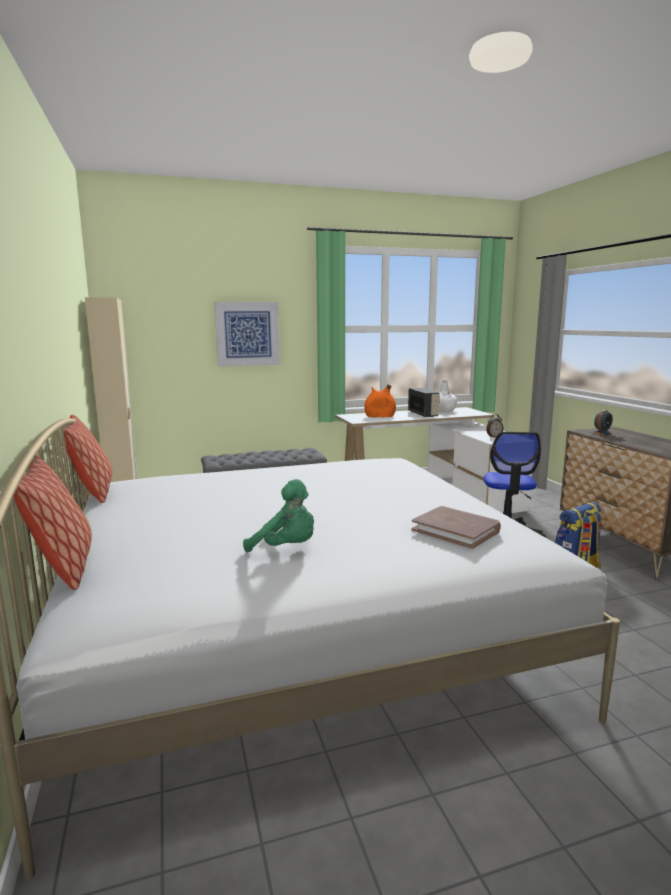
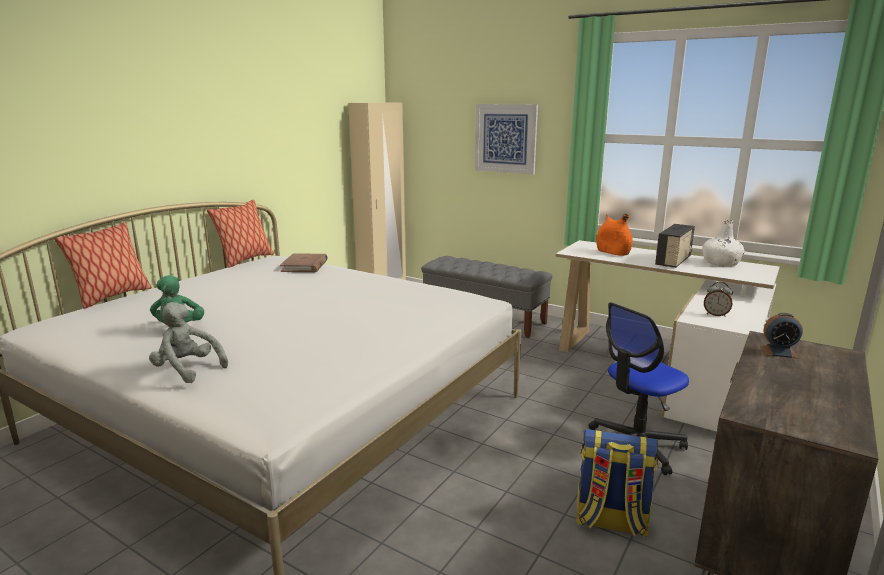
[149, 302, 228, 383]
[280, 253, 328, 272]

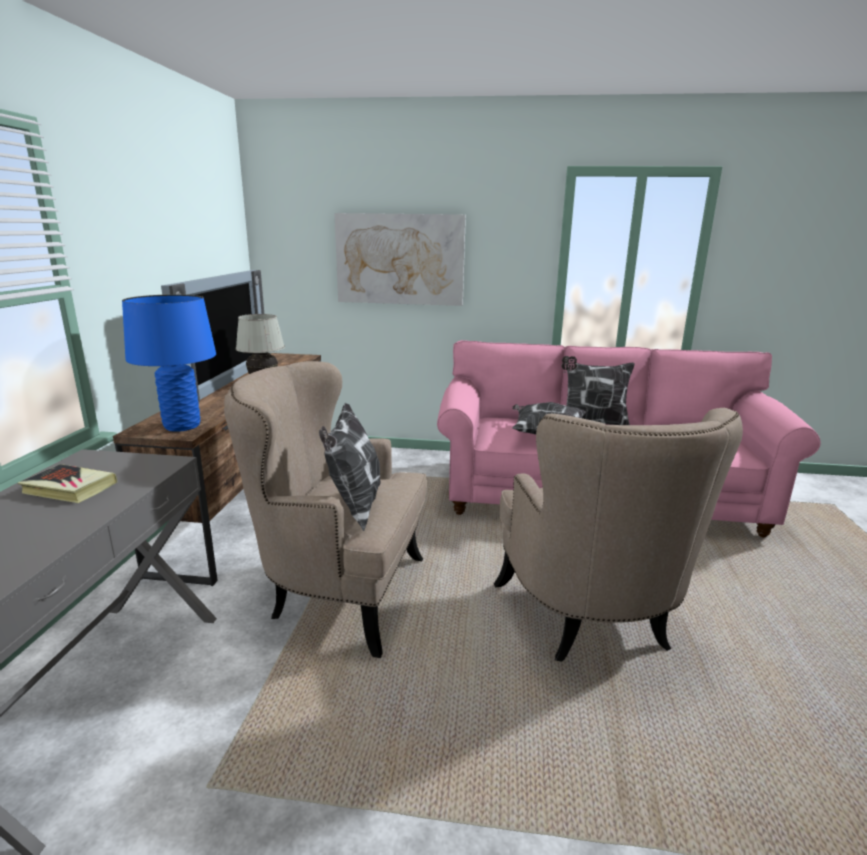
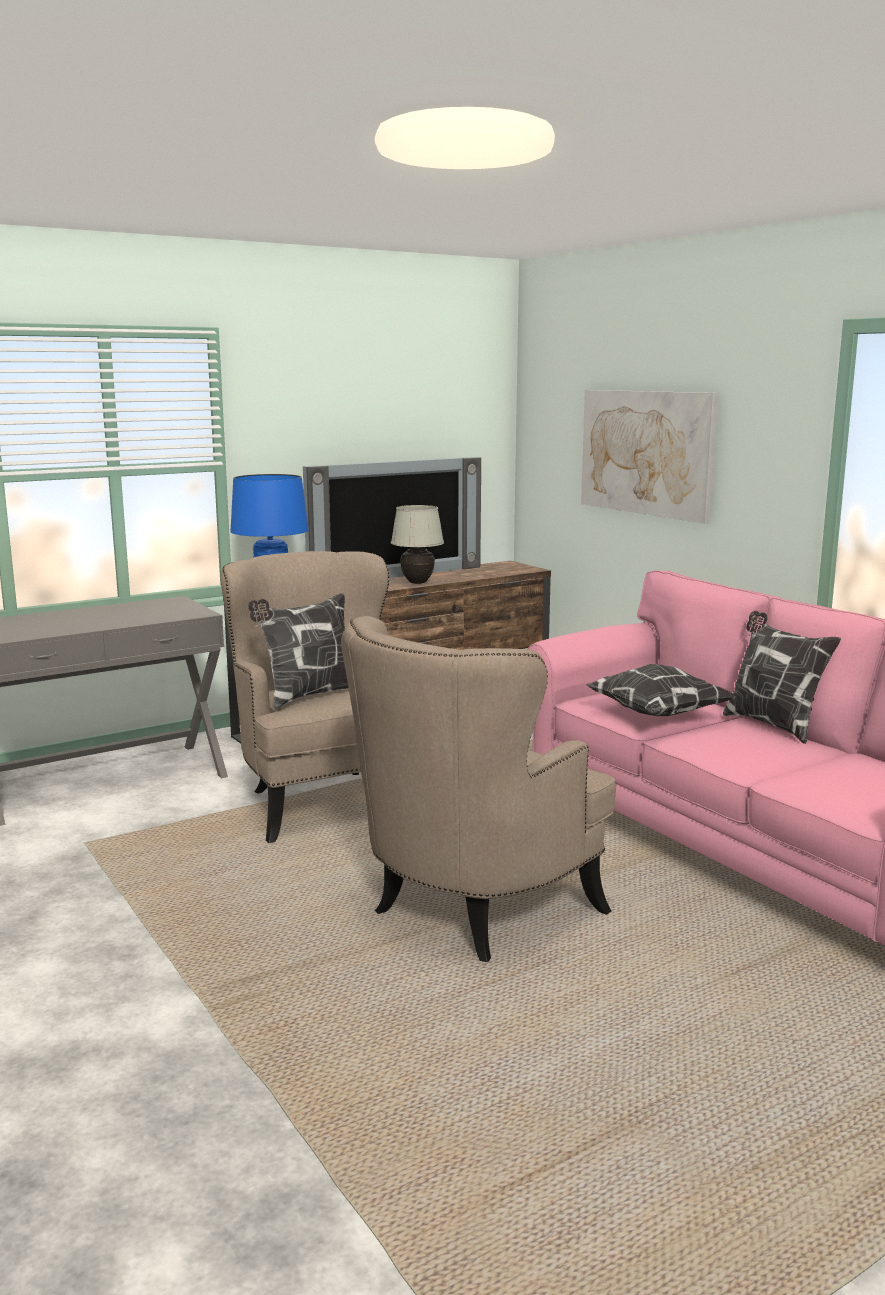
[18, 464, 118, 503] (first image)

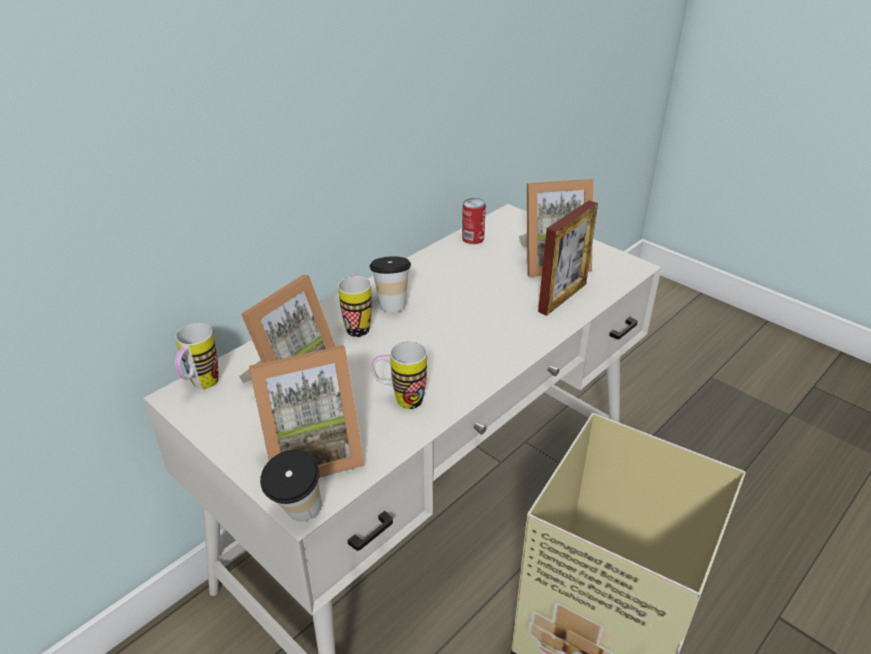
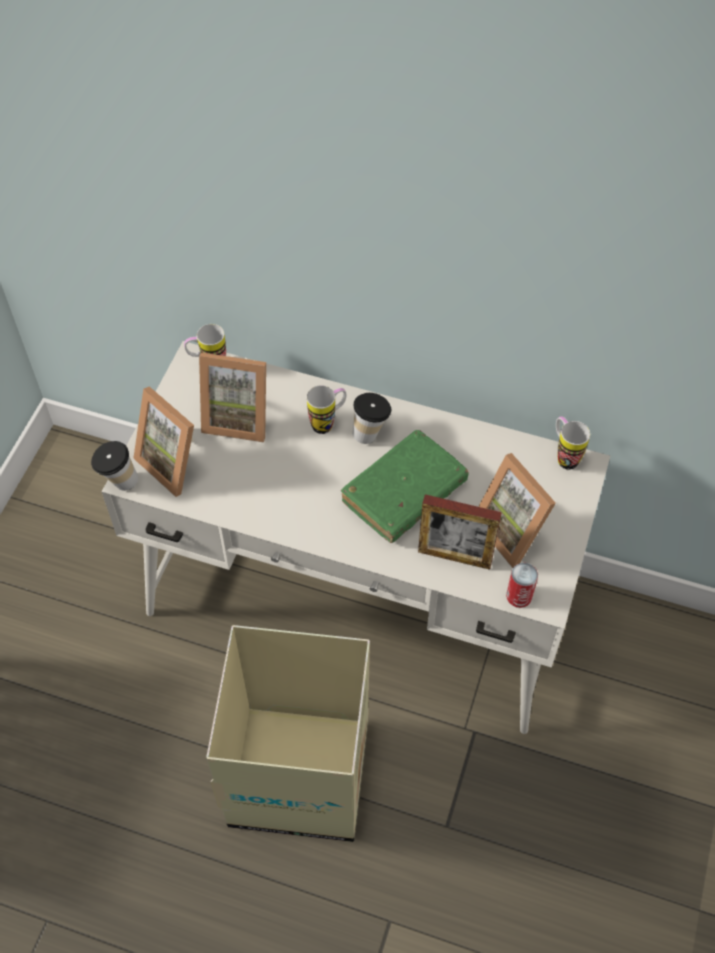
[341, 430, 469, 543]
[506, 562, 538, 608]
[556, 416, 590, 470]

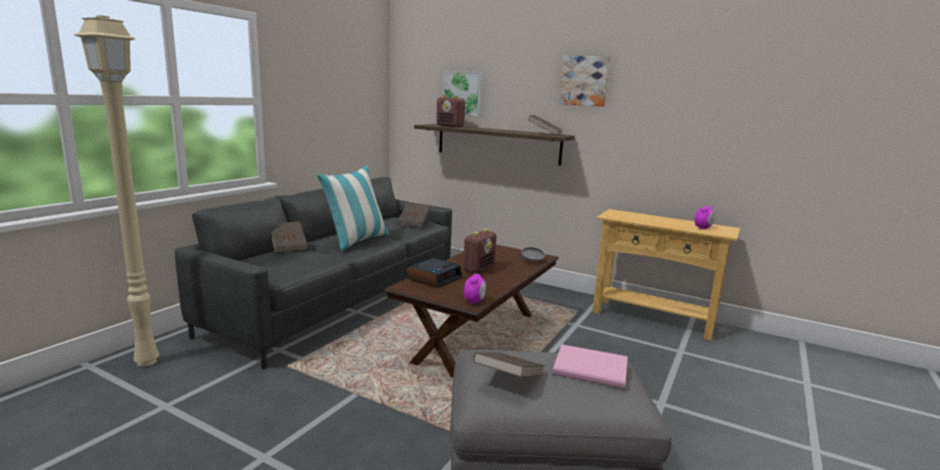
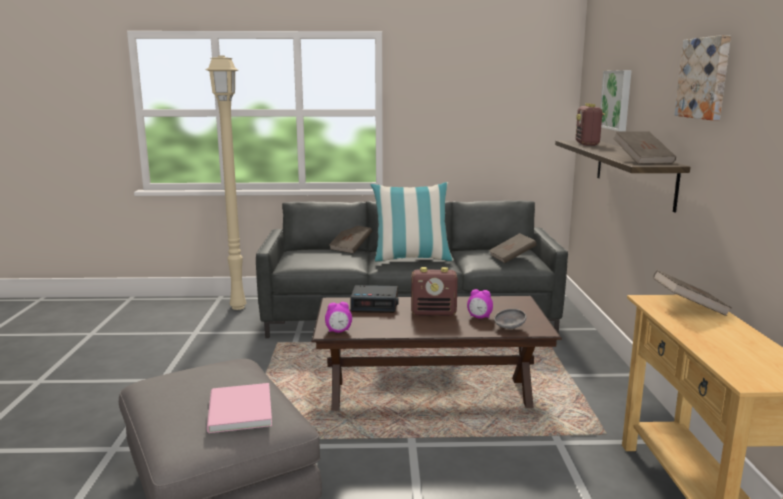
[467, 289, 493, 318]
[653, 270, 732, 316]

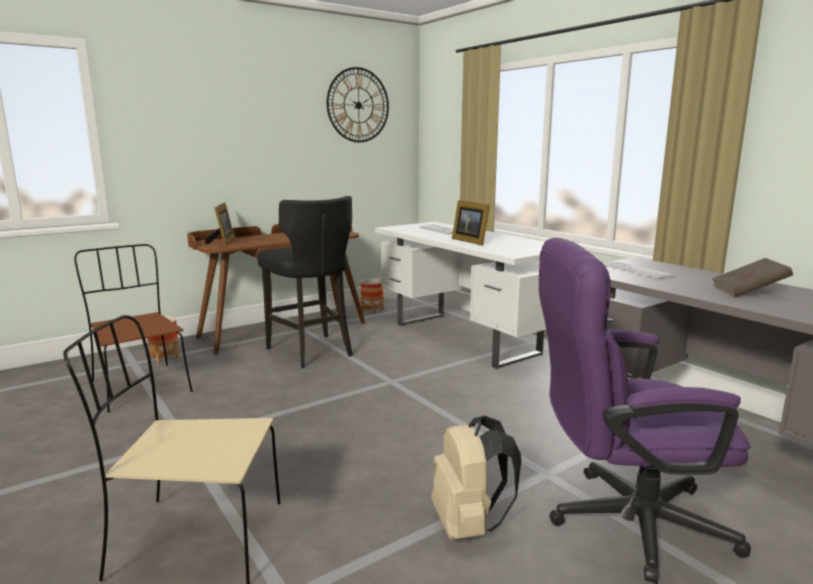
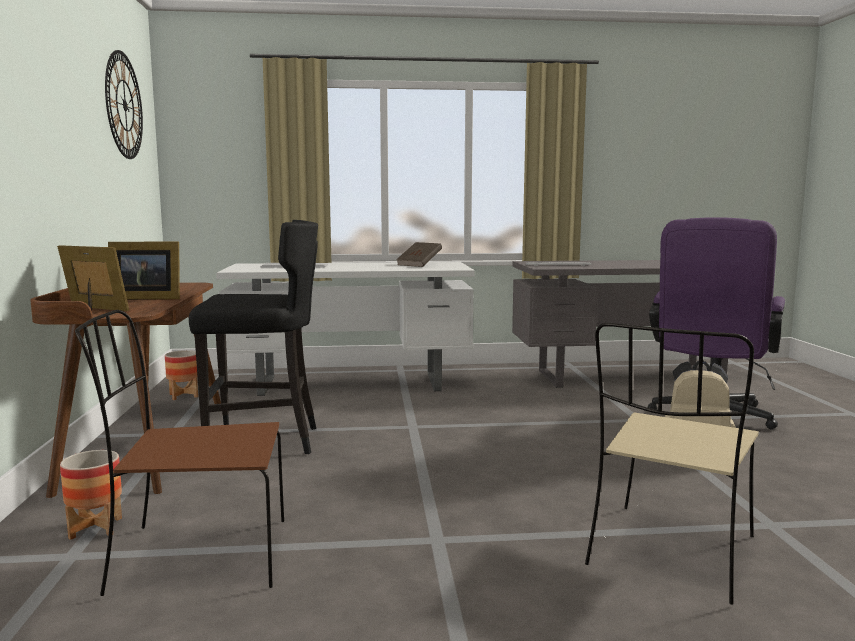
[108, 242, 180, 300]
[396, 242, 442, 267]

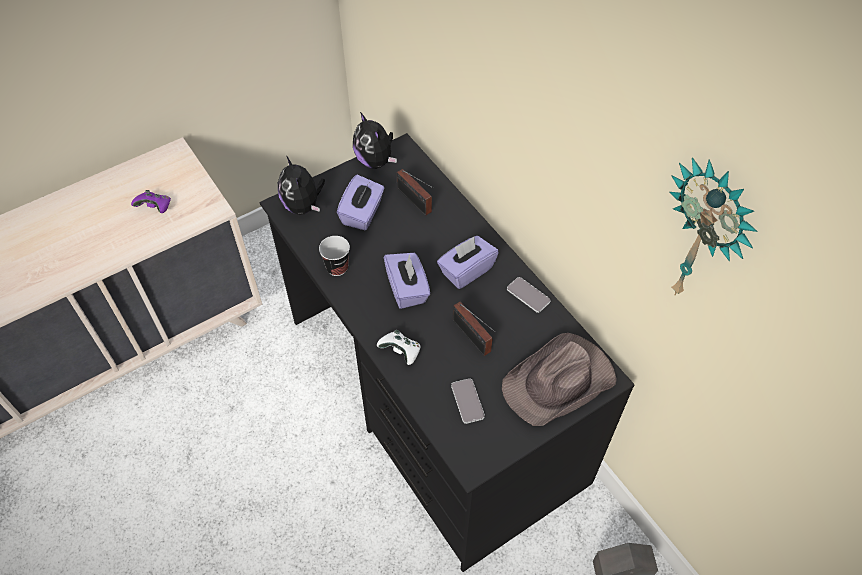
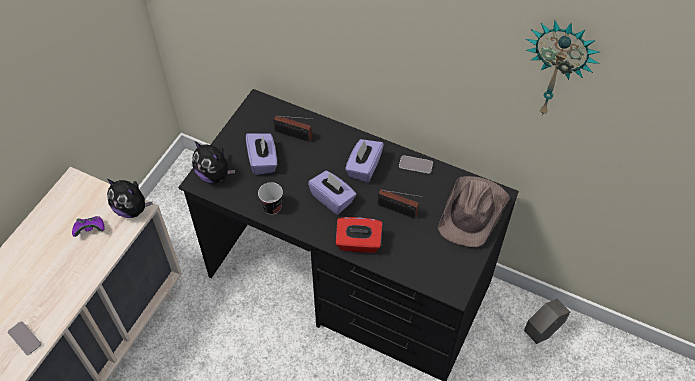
[7, 321, 42, 355]
[107, 179, 153, 218]
[336, 217, 382, 253]

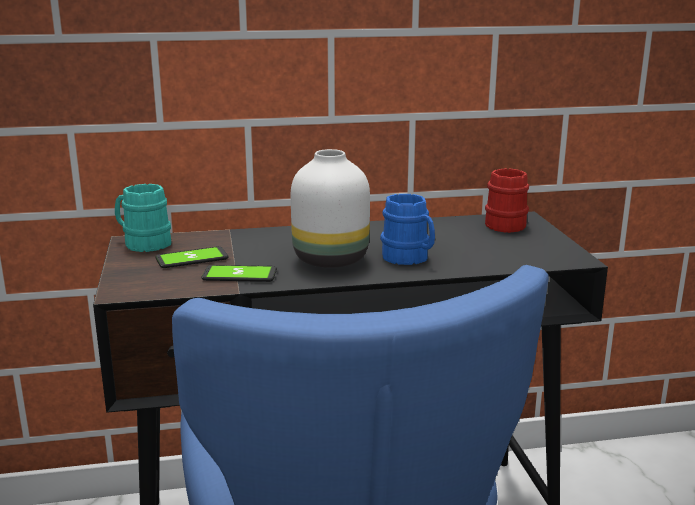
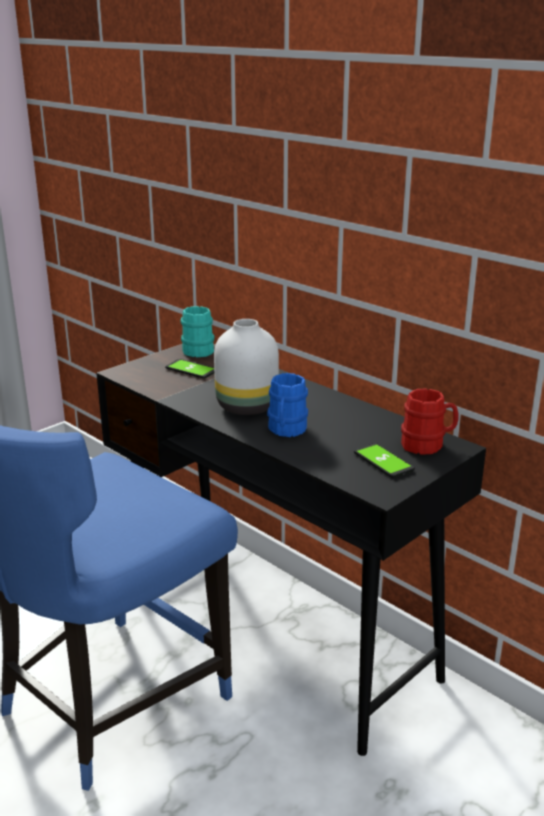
[354, 443, 415, 478]

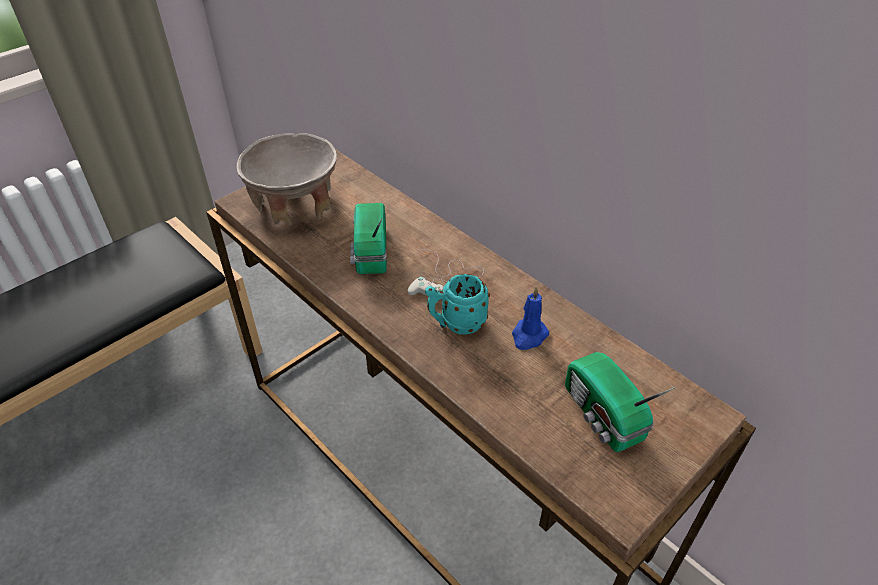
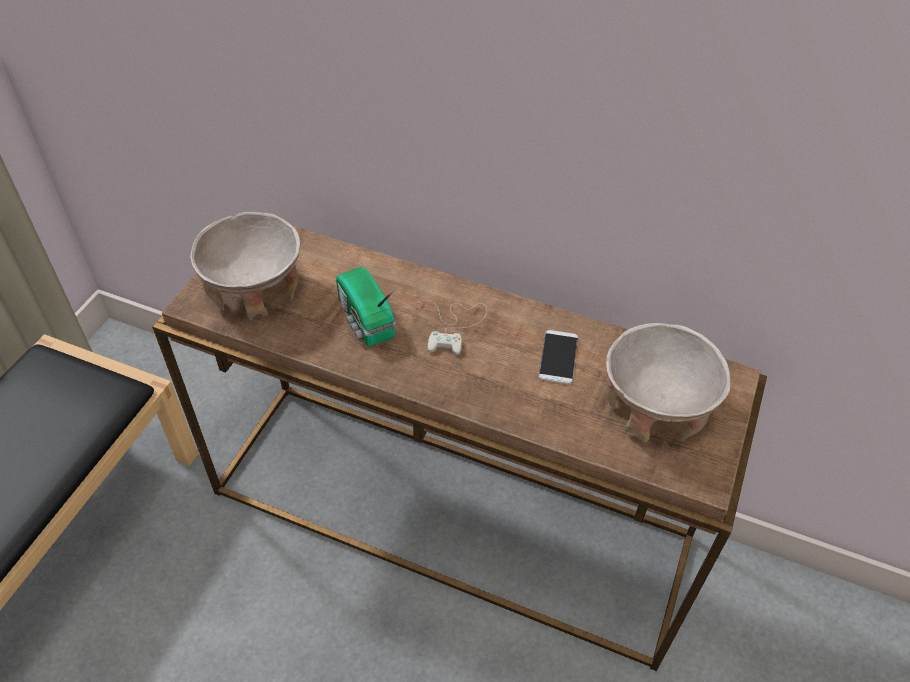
[539, 330, 578, 384]
[606, 323, 731, 443]
[425, 274, 490, 335] (first image)

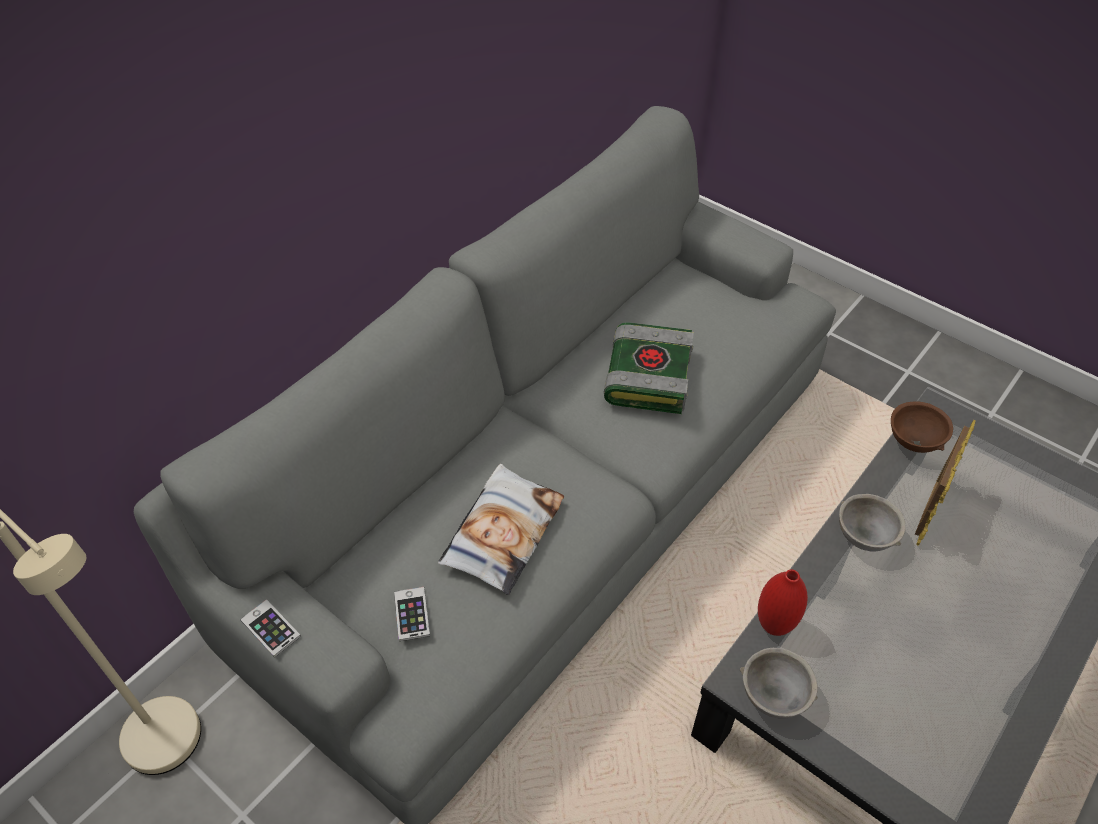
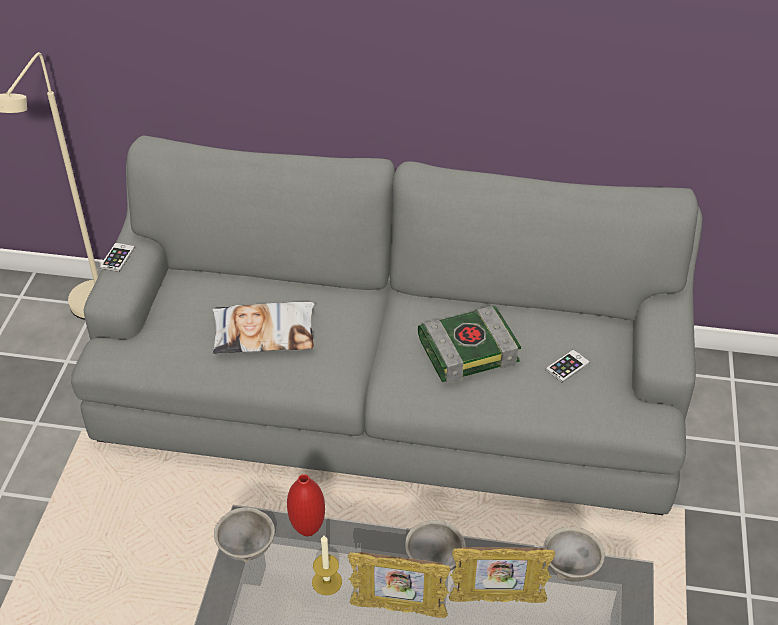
[312, 535, 342, 595]
[348, 552, 451, 618]
[543, 527, 605, 582]
[545, 349, 590, 382]

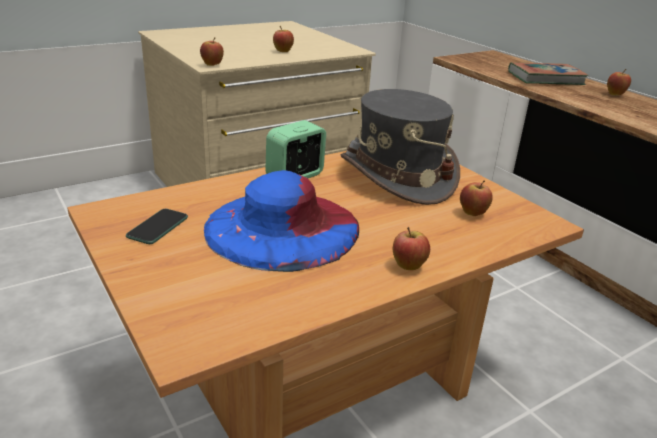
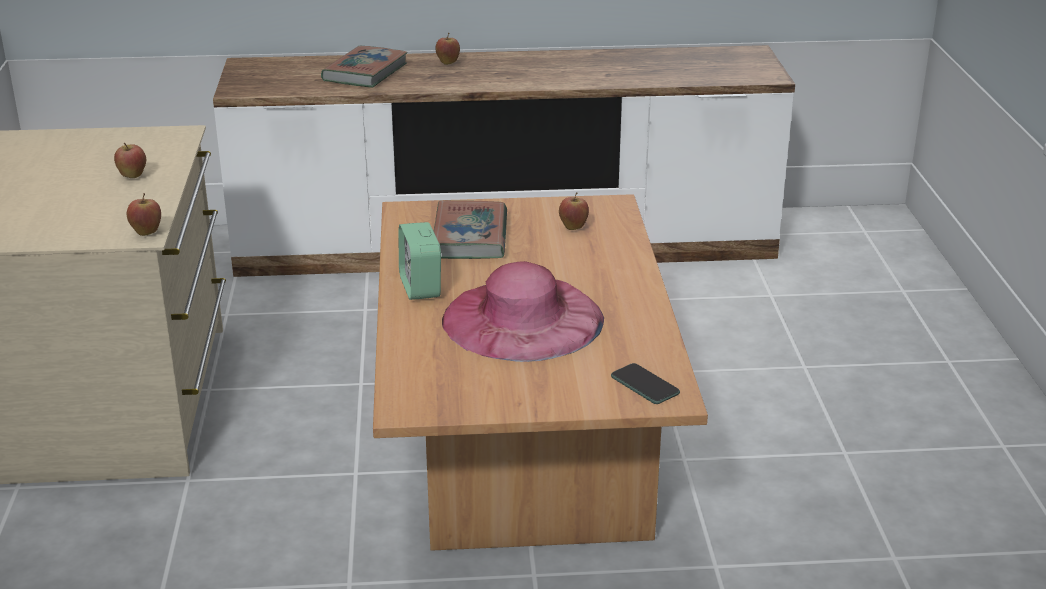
[434, 200, 507, 259]
[442, 261, 604, 362]
[611, 363, 680, 404]
[393, 227, 430, 270] (first image)

